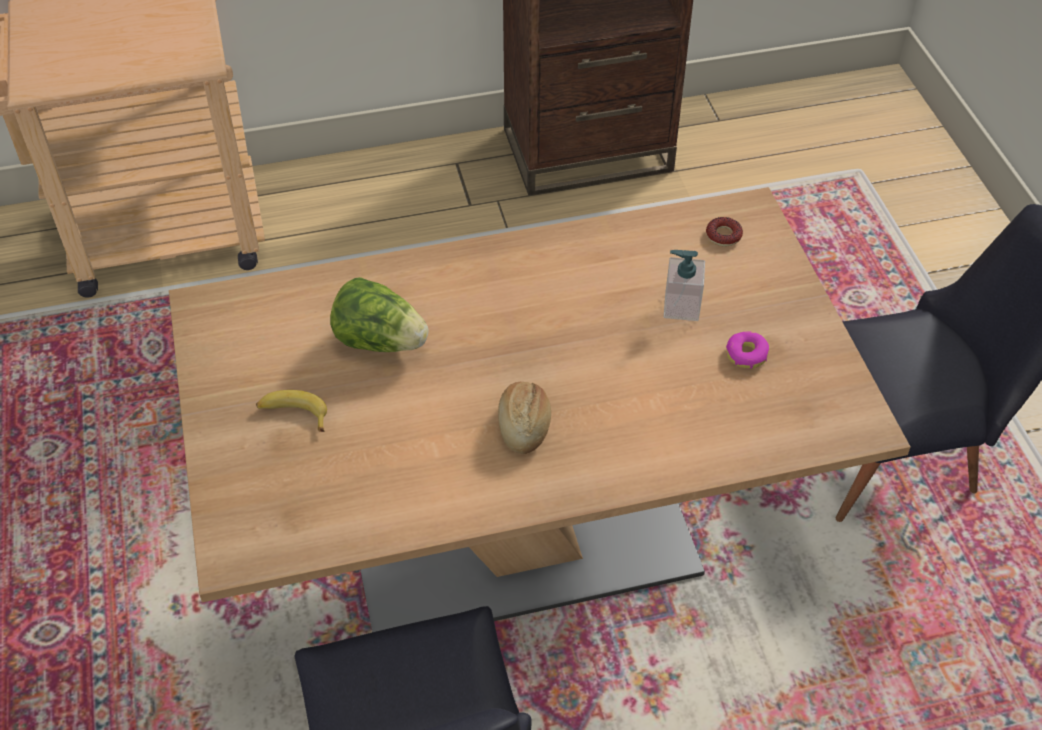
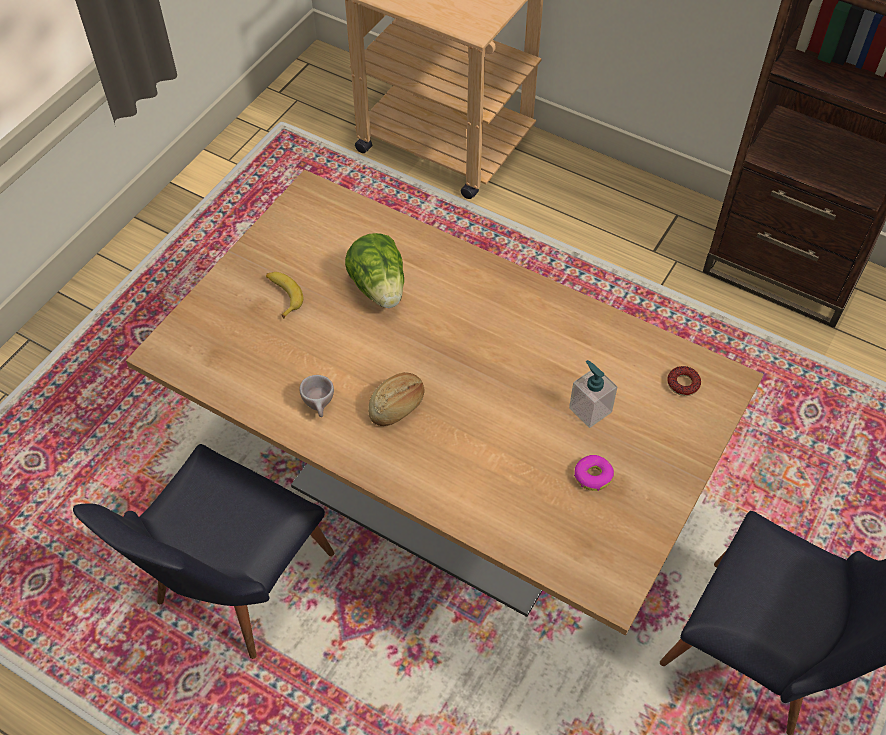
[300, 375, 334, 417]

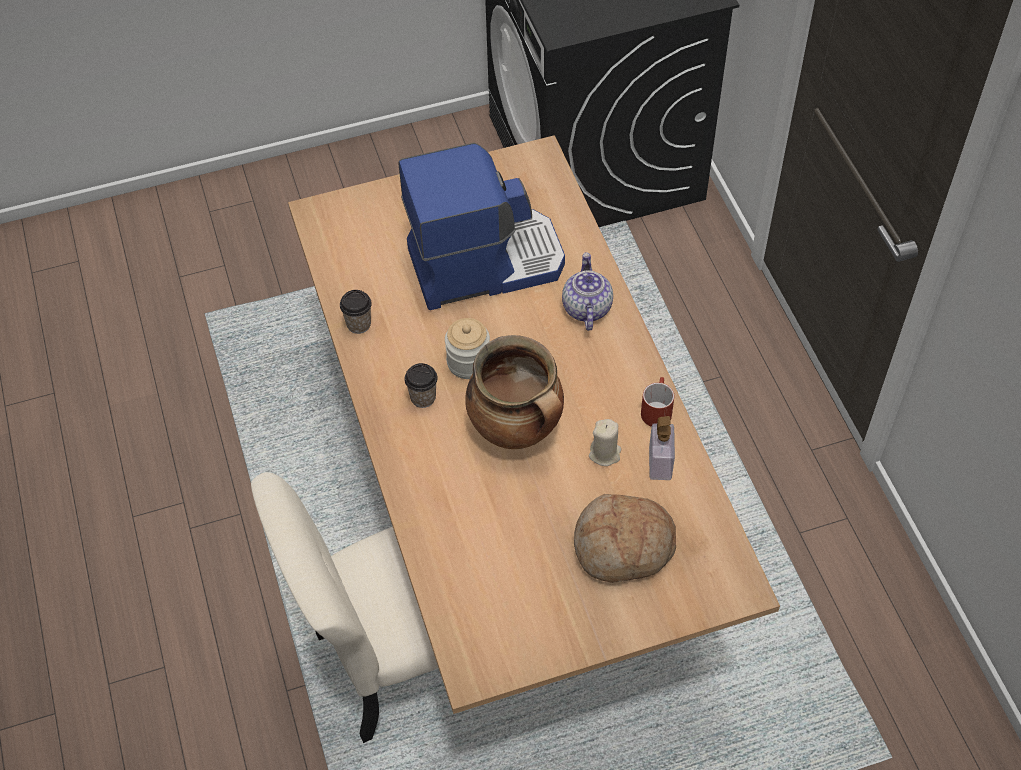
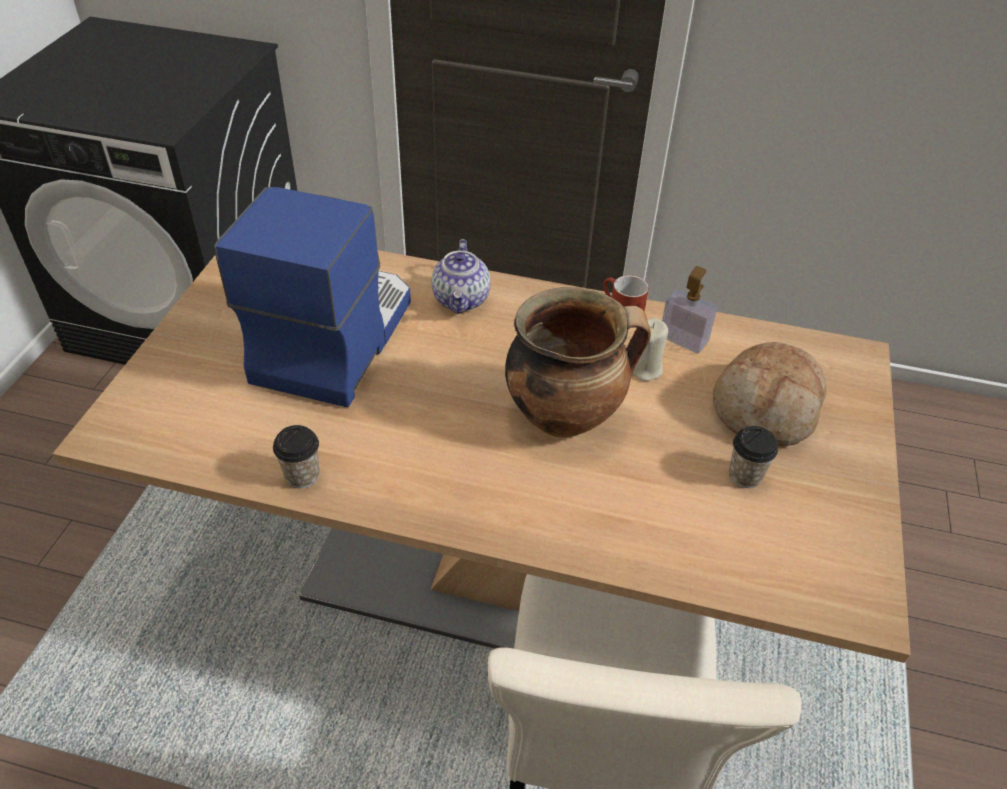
[431, 239, 490, 314]
[729, 426, 778, 488]
[445, 318, 490, 379] (first image)

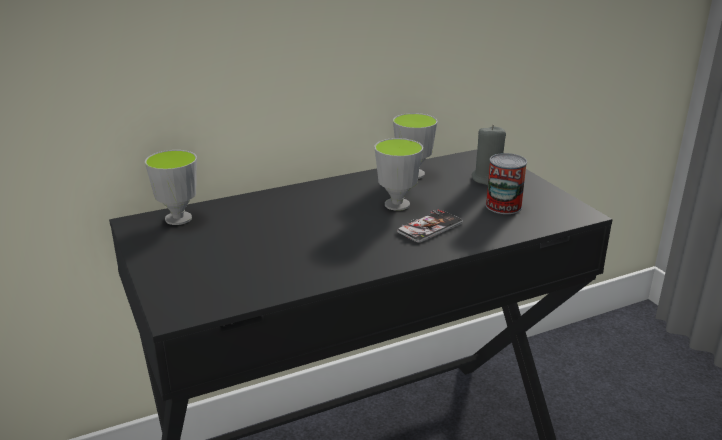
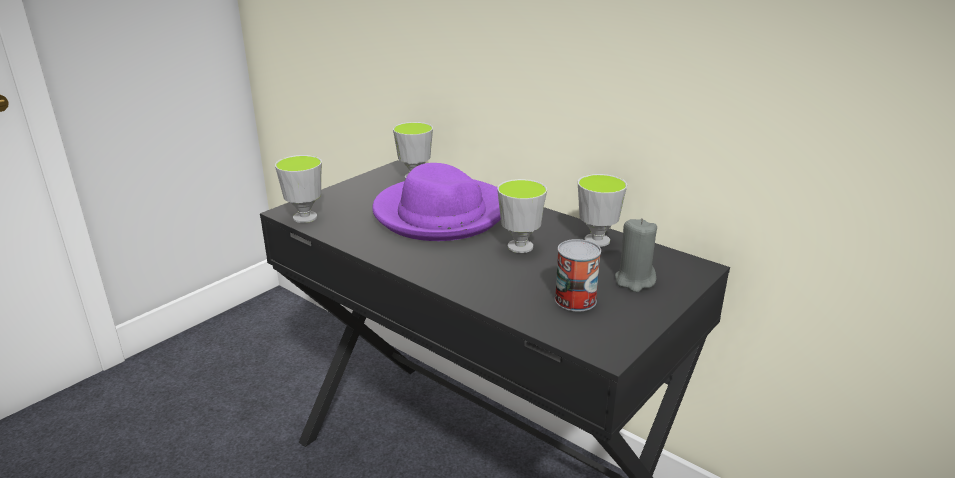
[275, 155, 322, 223]
[372, 163, 501, 241]
[397, 209, 463, 243] (first image)

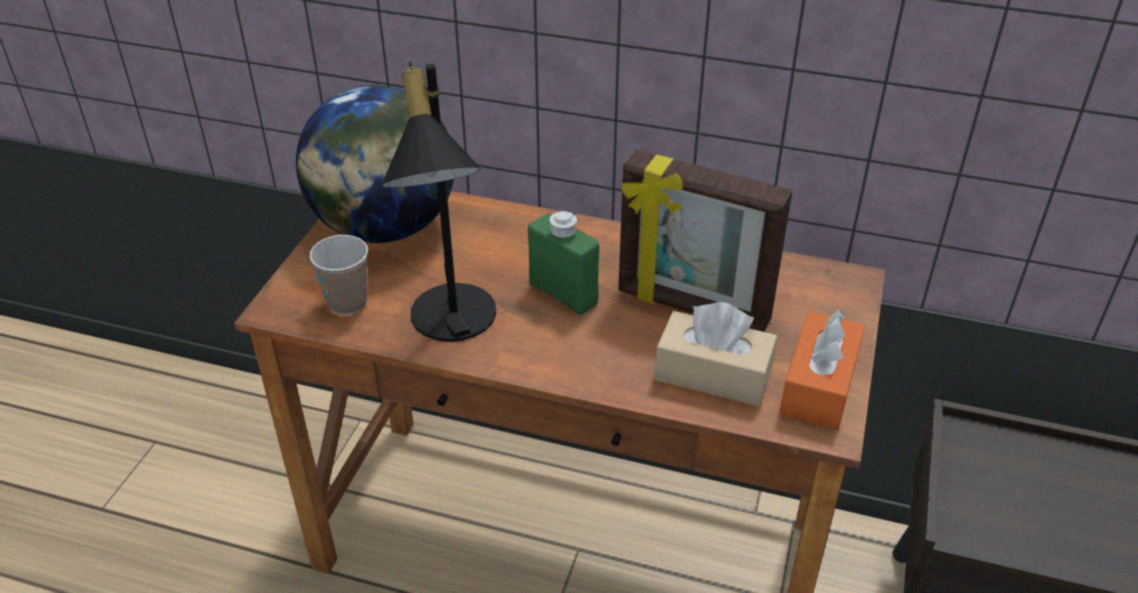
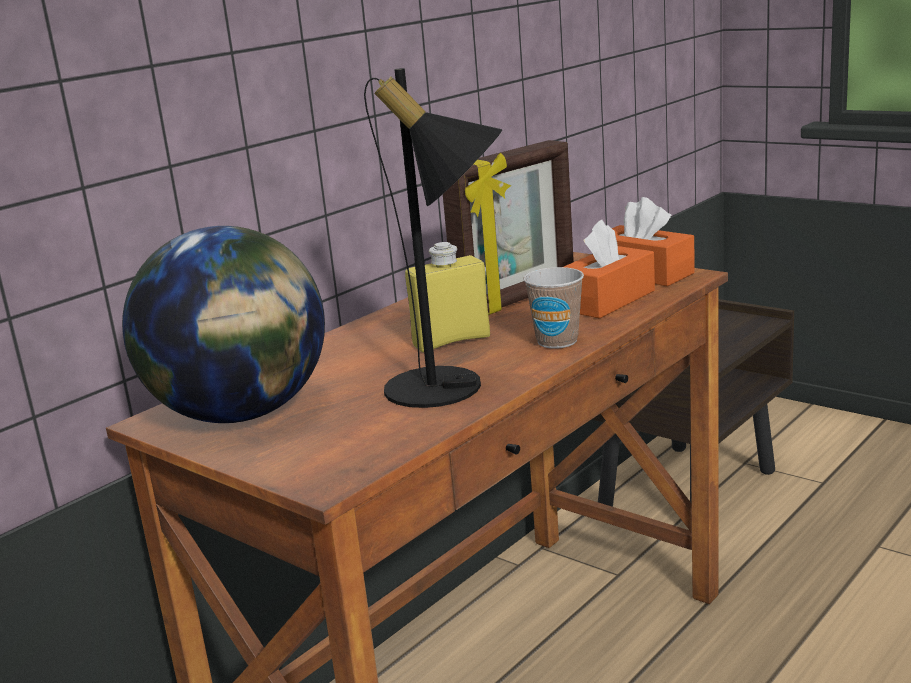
[405, 242, 490, 352]
[523, 267, 584, 348]
[564, 220, 655, 319]

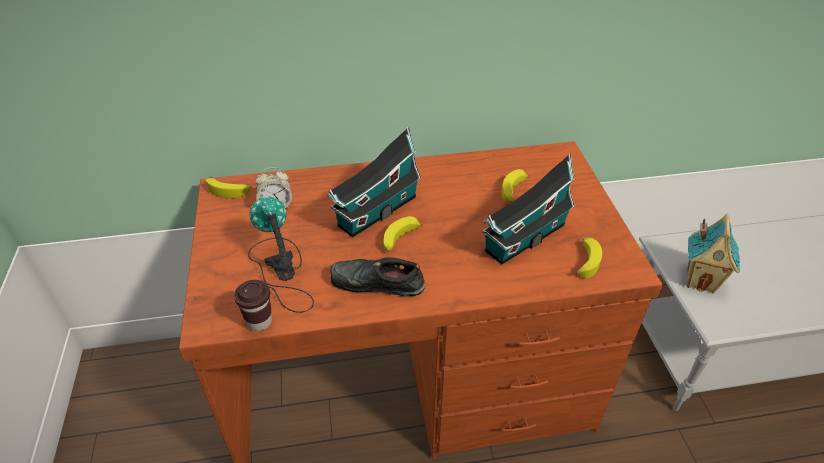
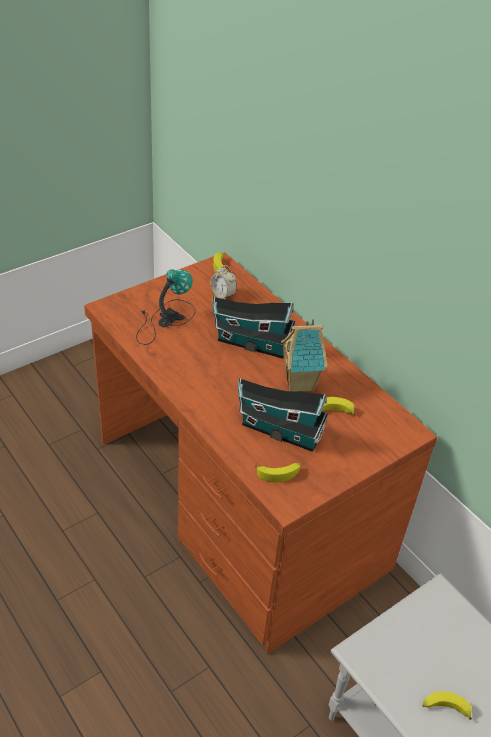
[281, 319, 328, 392]
[422, 691, 472, 720]
[234, 280, 272, 331] (first image)
[330, 257, 425, 296] (first image)

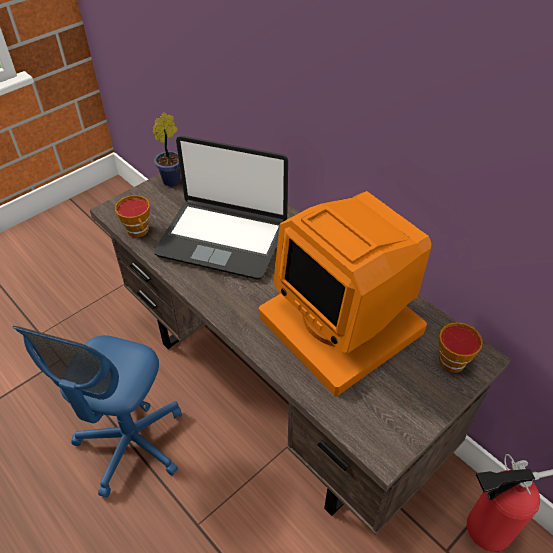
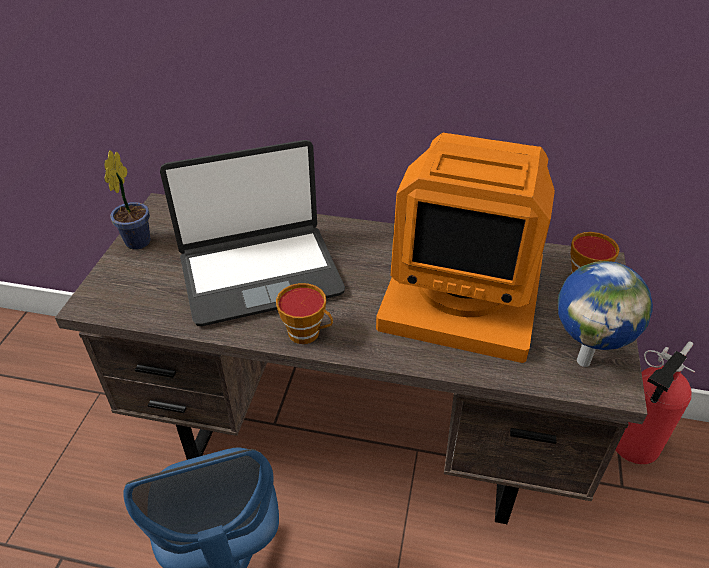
[276, 283, 333, 344]
[558, 261, 653, 367]

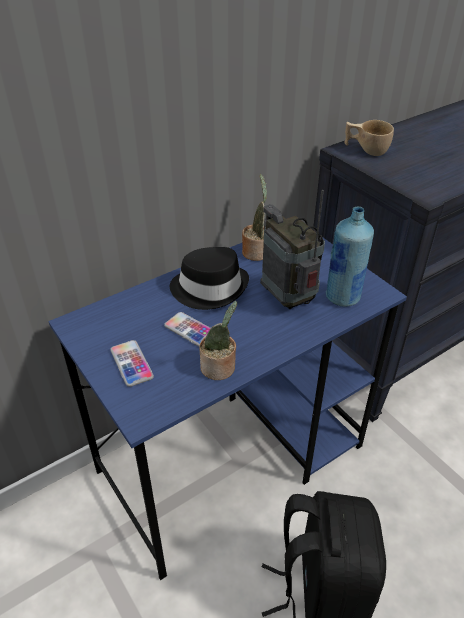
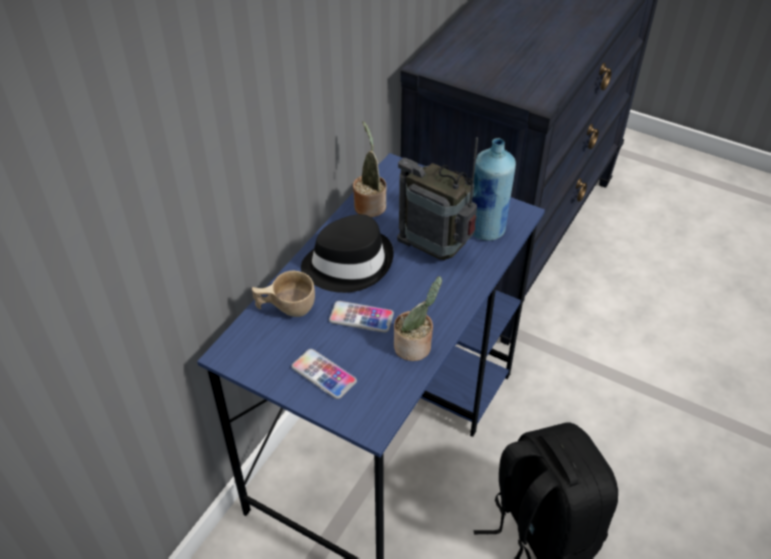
[252, 271, 315, 317]

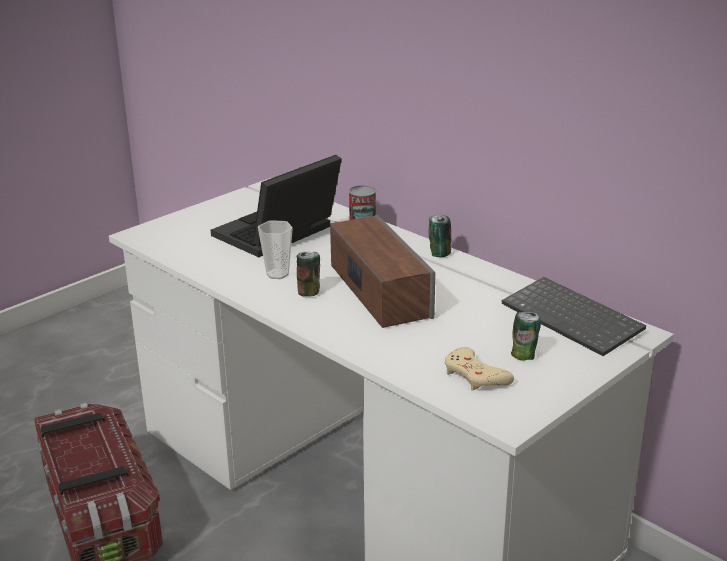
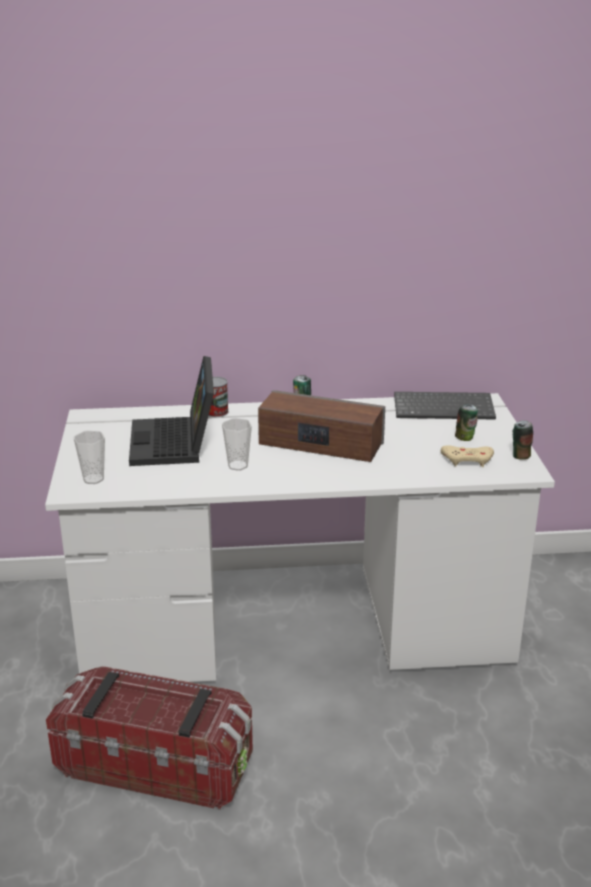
[73, 431, 105, 484]
[513, 420, 533, 460]

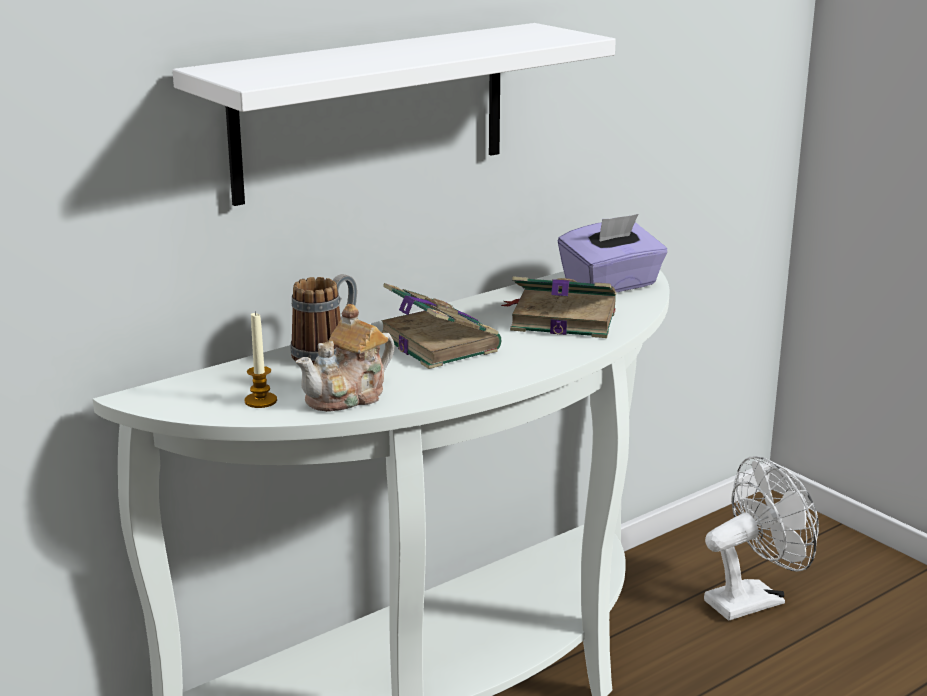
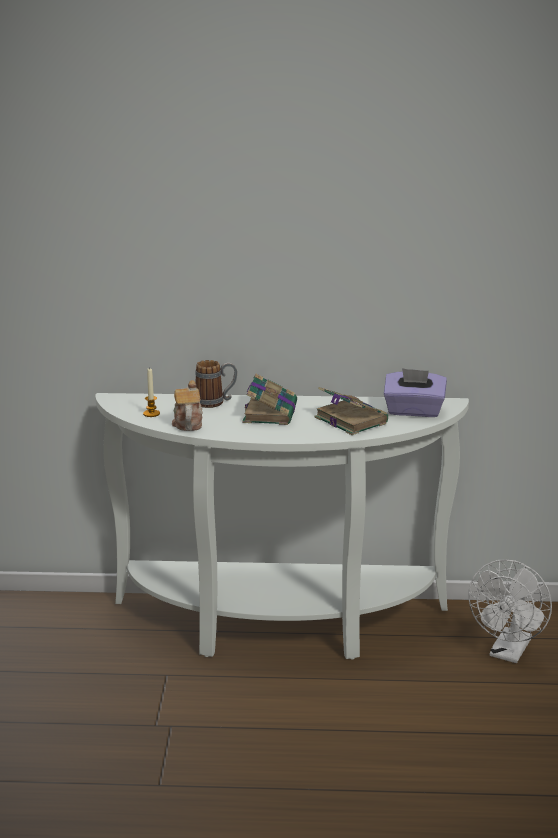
[172, 380, 202, 431]
[468, 560, 552, 663]
[173, 23, 616, 206] (first image)

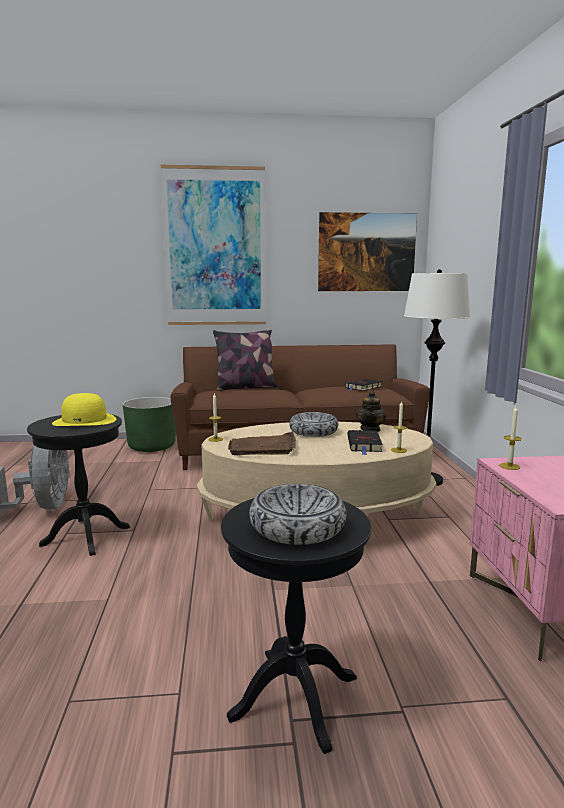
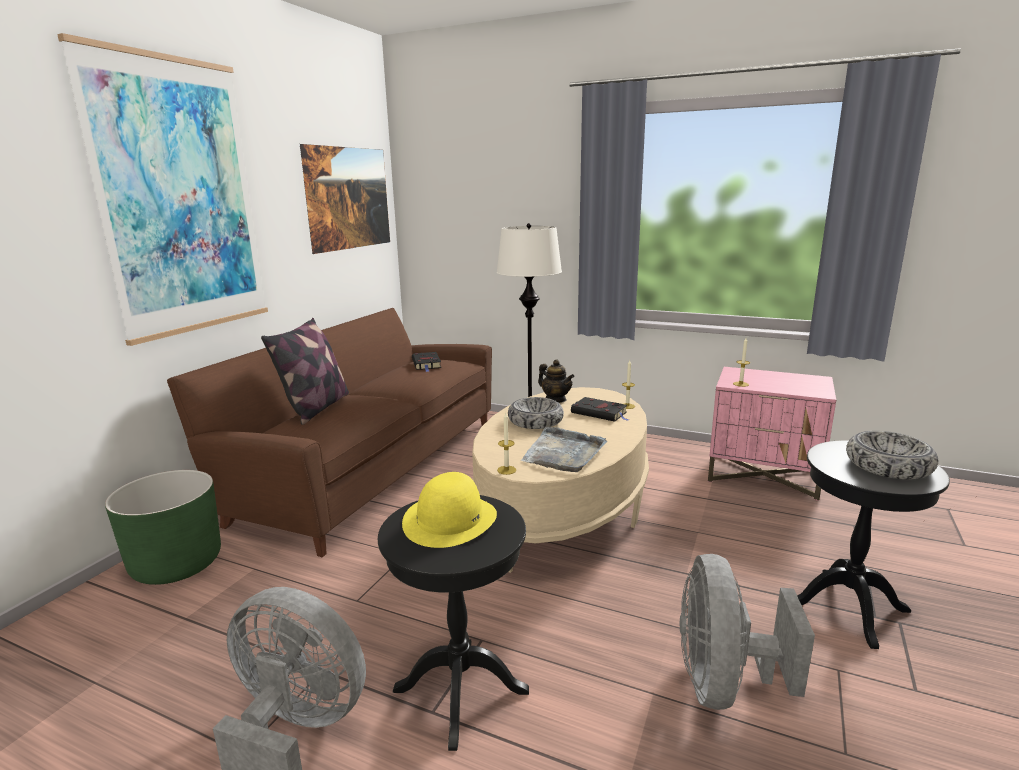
[521, 427, 607, 472]
[680, 554, 815, 710]

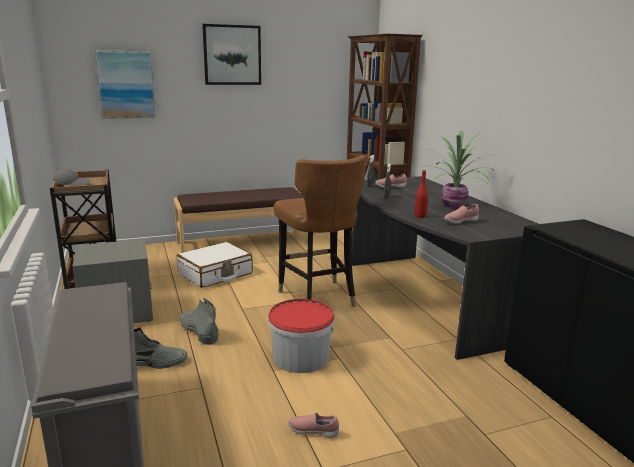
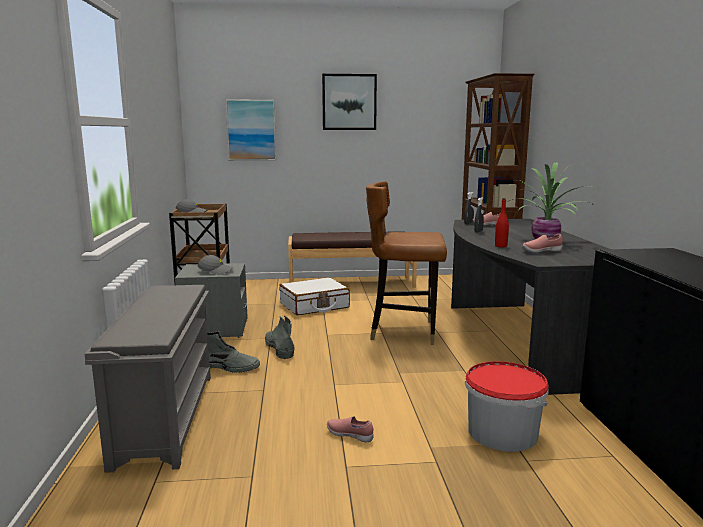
[198, 255, 234, 275]
[366, 181, 447, 345]
[465, 361, 549, 452]

